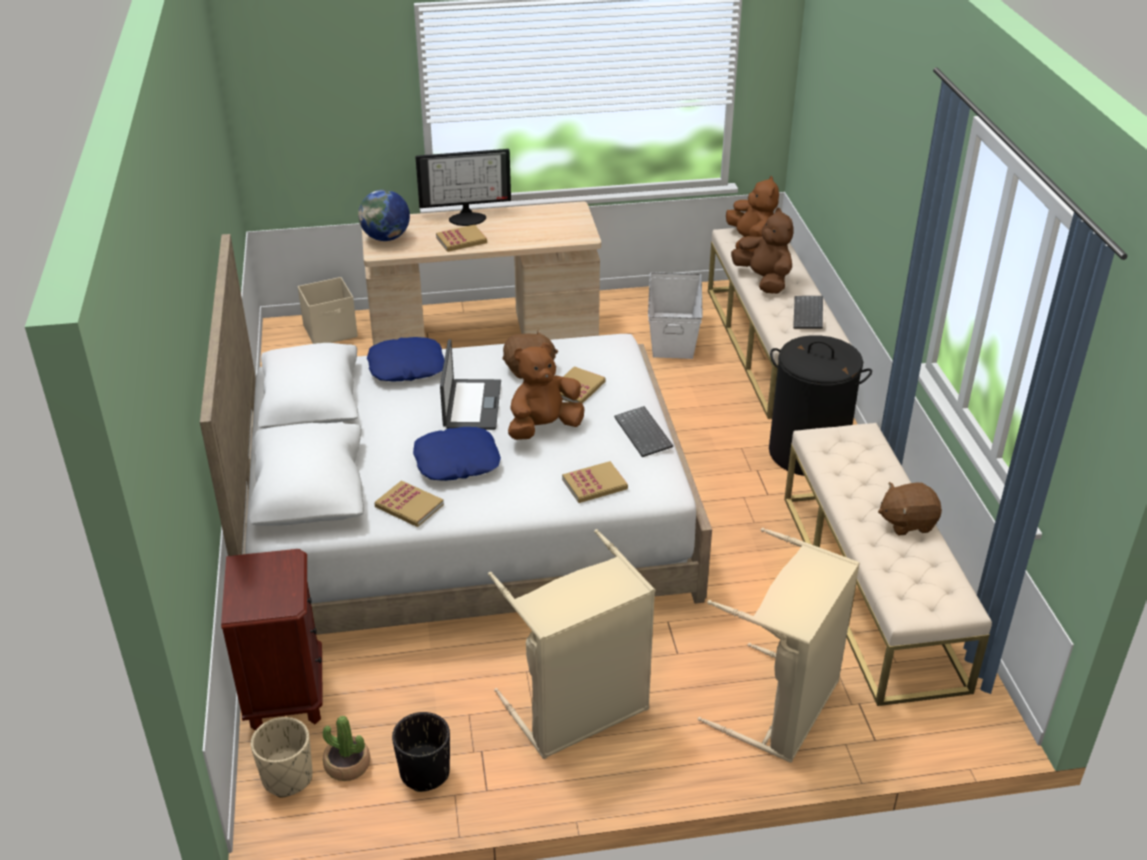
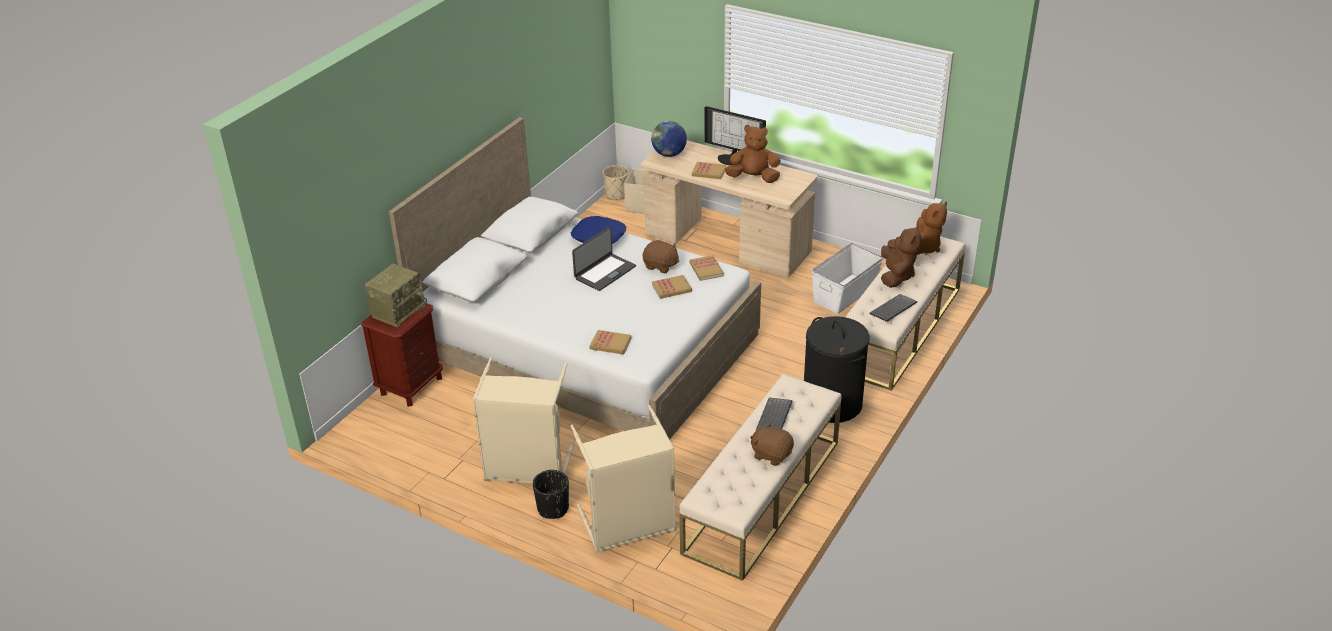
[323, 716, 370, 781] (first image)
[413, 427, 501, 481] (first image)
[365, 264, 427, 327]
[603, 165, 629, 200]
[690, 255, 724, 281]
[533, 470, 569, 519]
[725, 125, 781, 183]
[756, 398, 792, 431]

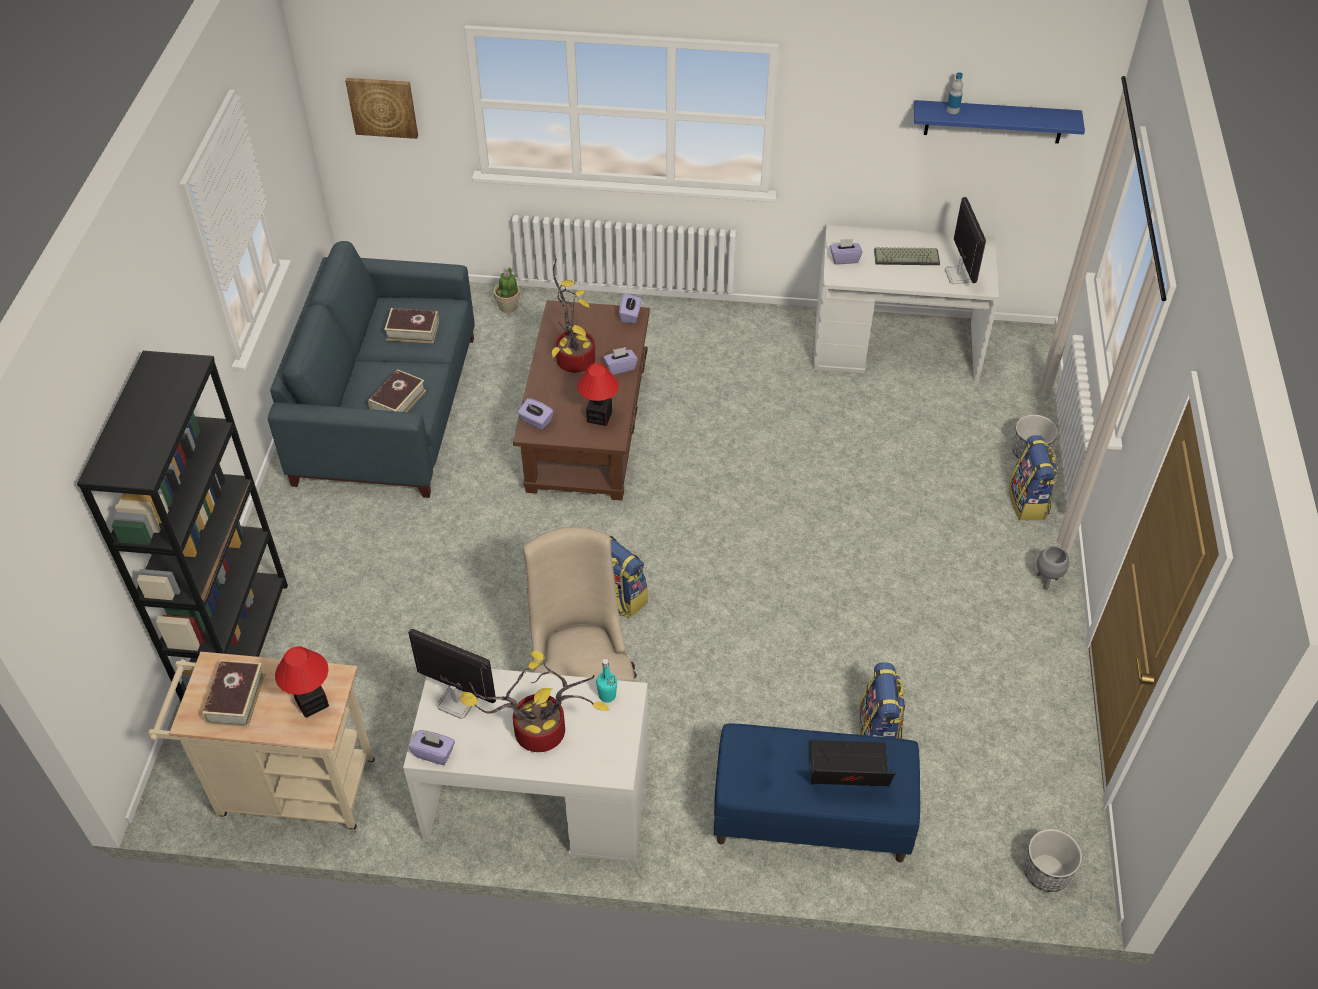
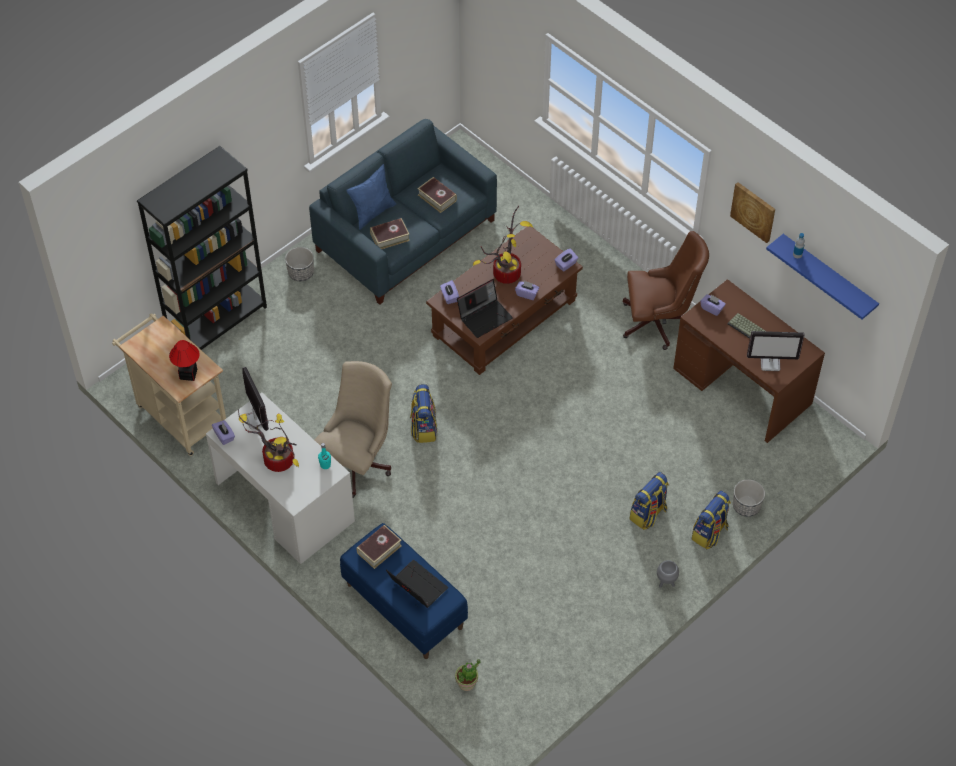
[346, 164, 396, 230]
[623, 231, 709, 350]
[357, 525, 402, 569]
[730, 182, 775, 243]
[455, 659, 480, 691]
[630, 472, 669, 530]
[285, 247, 314, 281]
[457, 279, 513, 338]
[673, 279, 825, 443]
[747, 331, 805, 371]

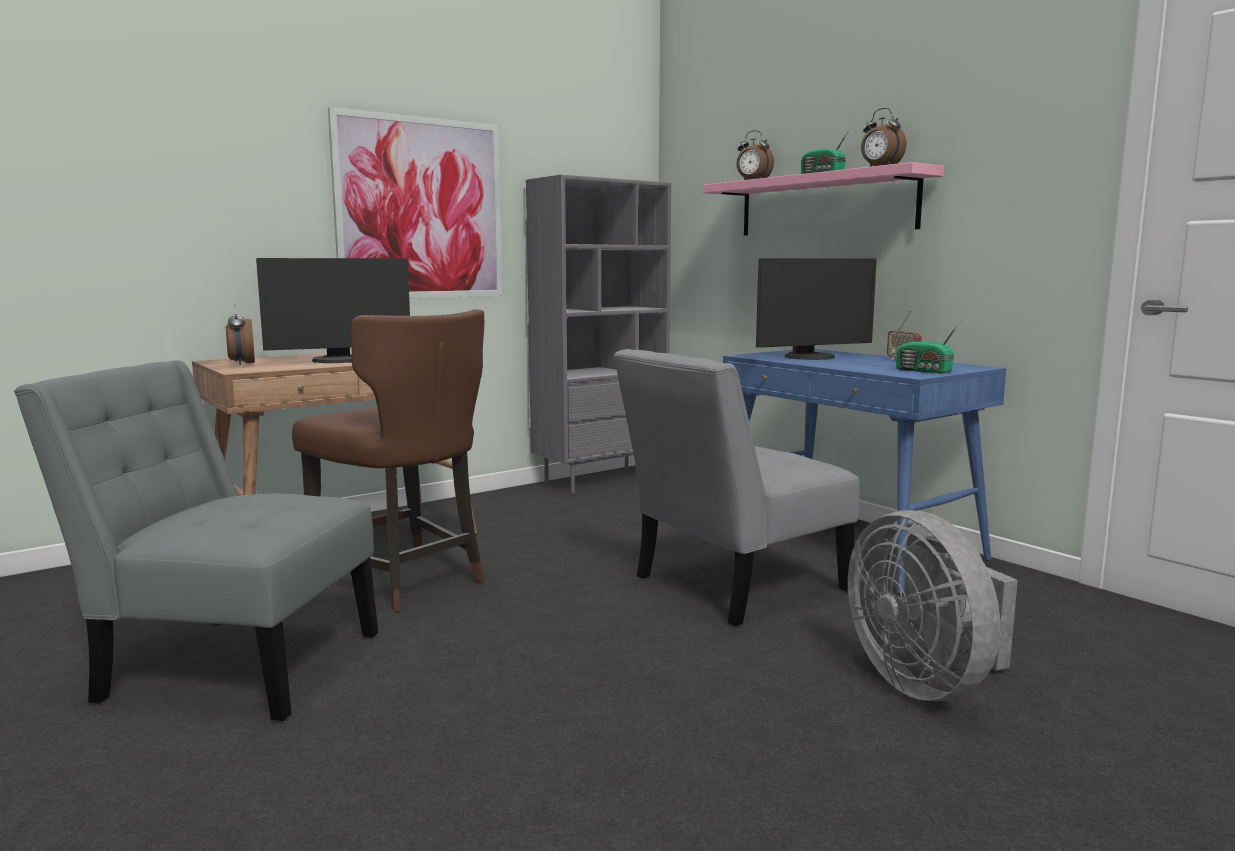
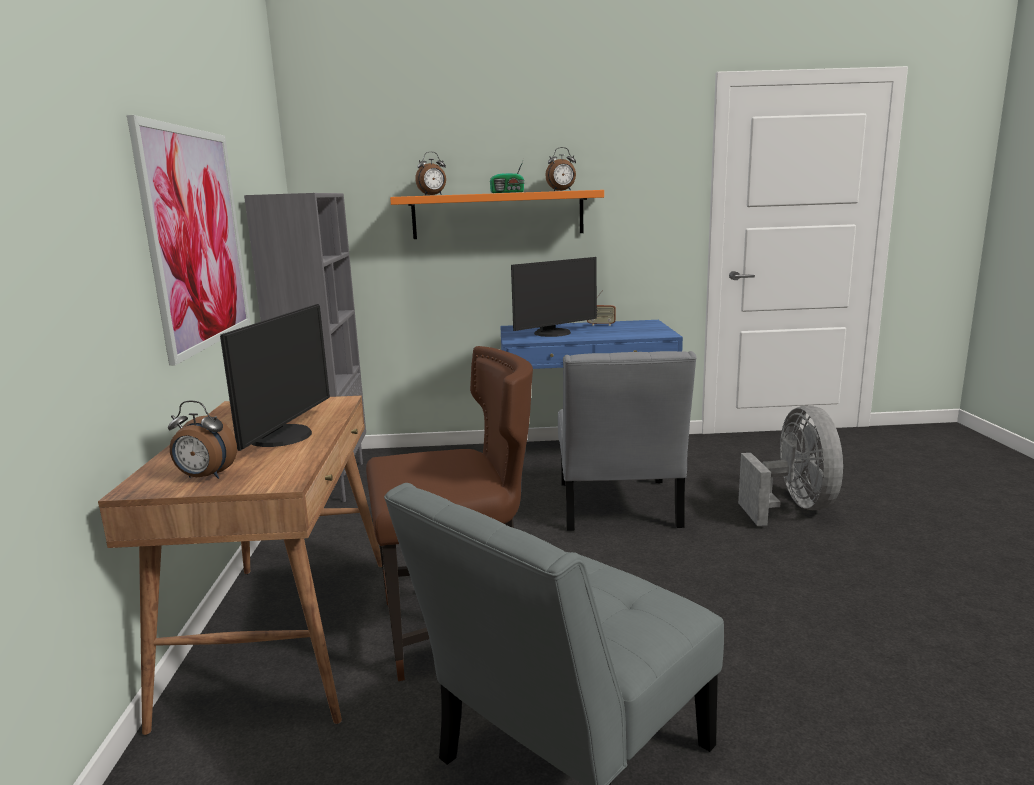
[896, 320, 961, 374] (first image)
[390, 190, 604, 239]
[511, 257, 597, 337]
[738, 405, 843, 526]

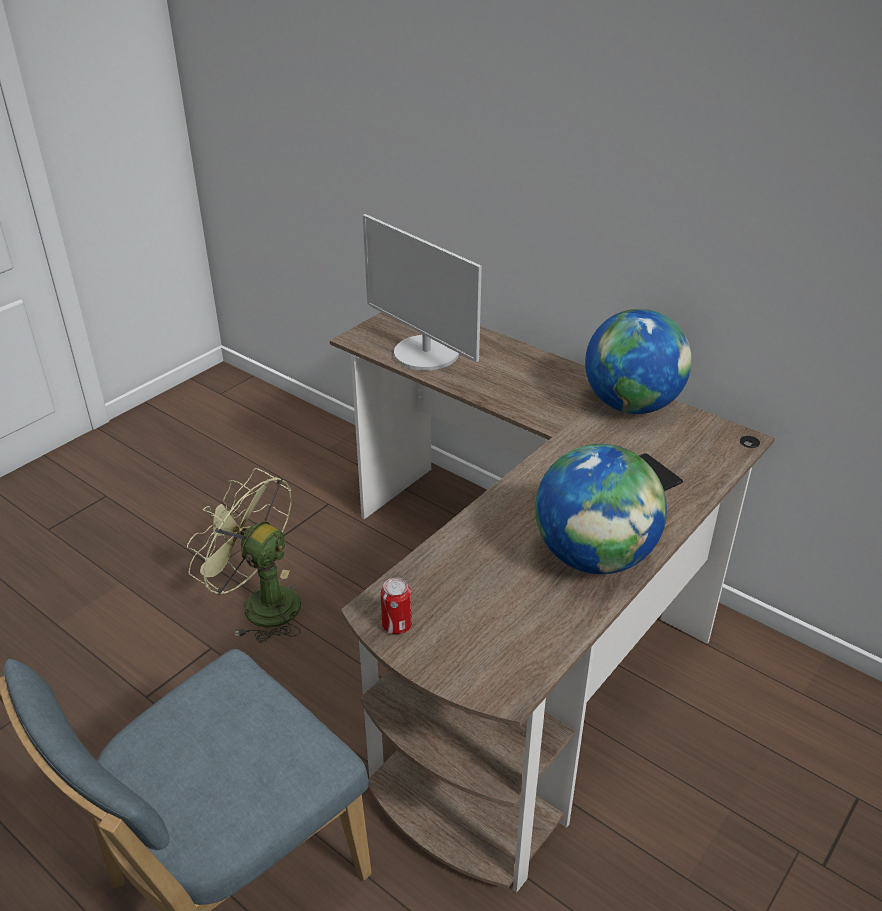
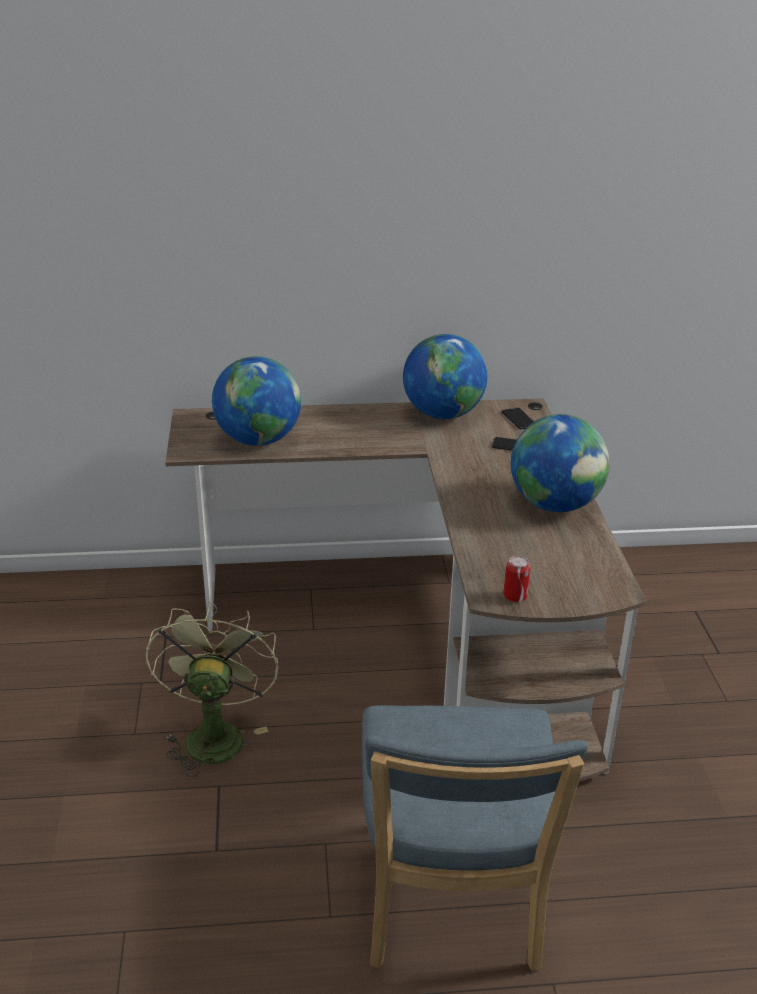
[501, 408, 534, 429]
[212, 356, 301, 446]
[146, 602, 279, 777]

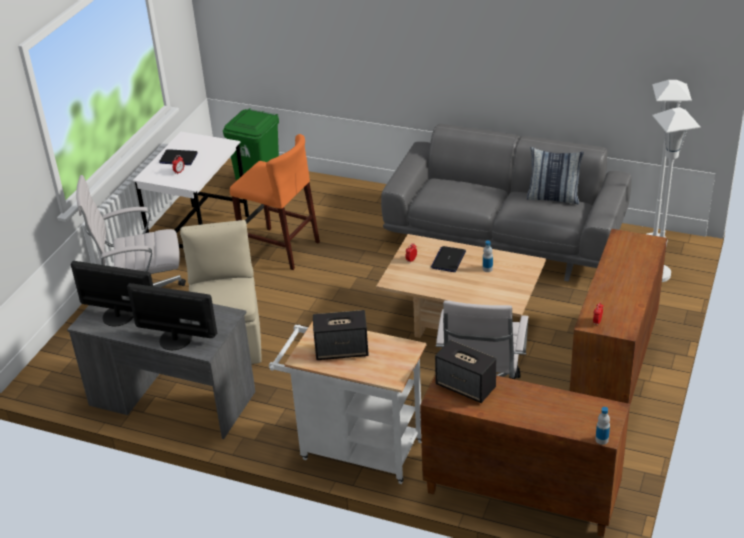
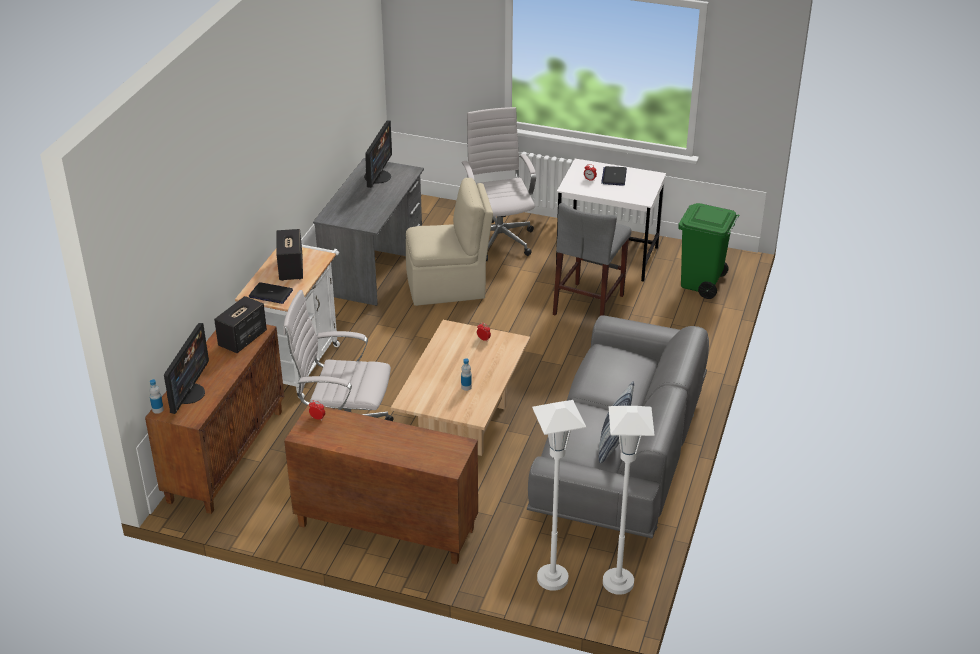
[164, 323, 209, 414]
[249, 282, 293, 304]
[553, 203, 631, 316]

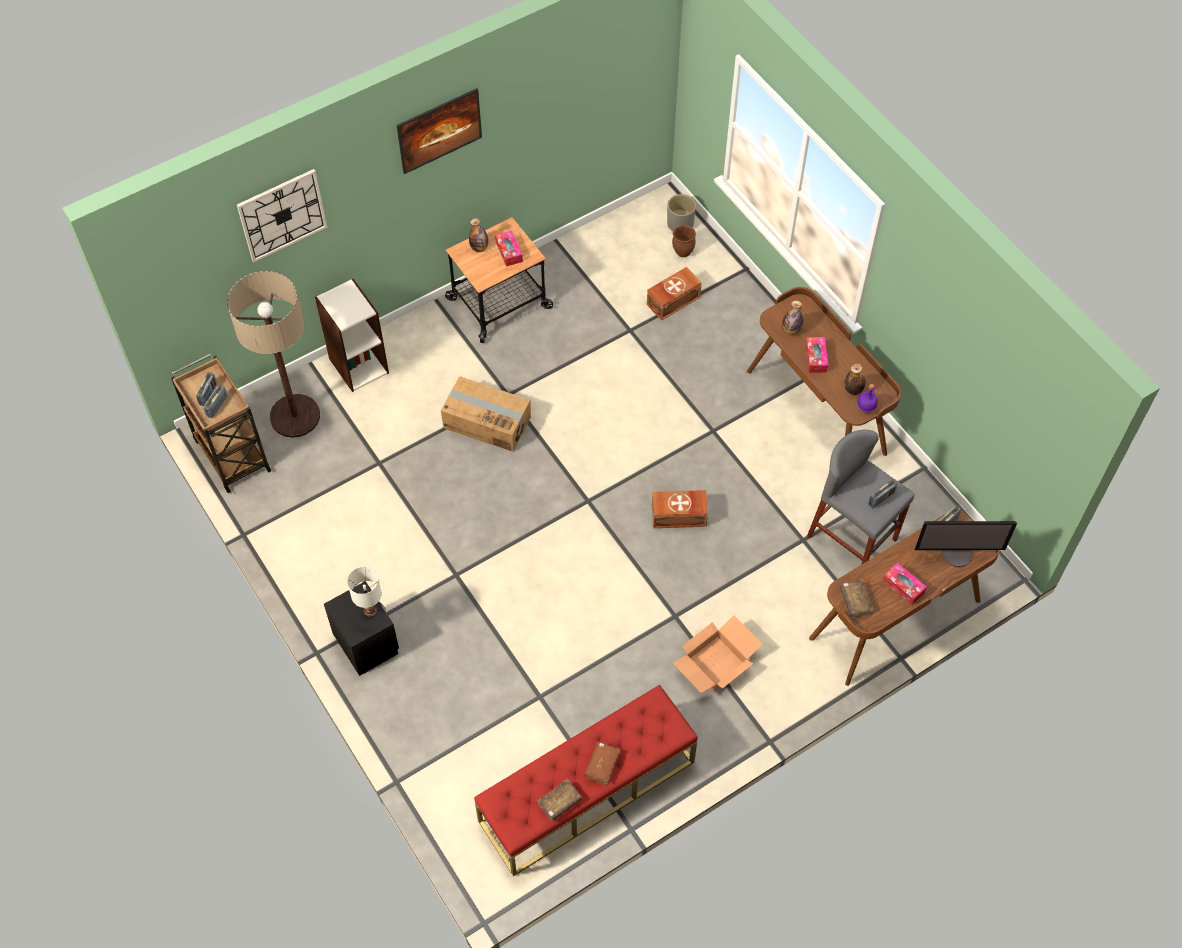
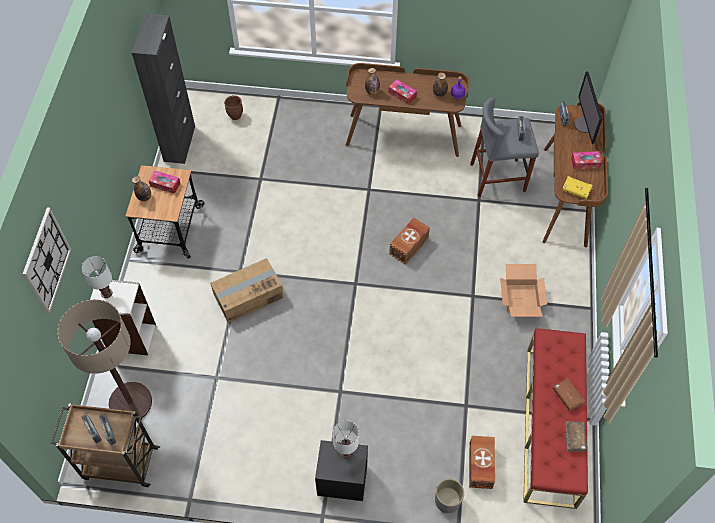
[396, 88, 482, 174] (first image)
[81, 256, 112, 298]
[132, 13, 195, 164]
[469, 436, 495, 489]
[435, 479, 464, 513]
[562, 176, 593, 199]
[574, 71, 602, 144]

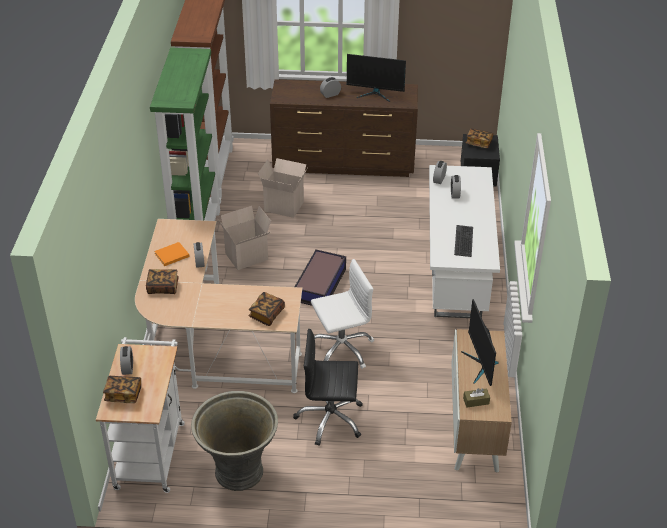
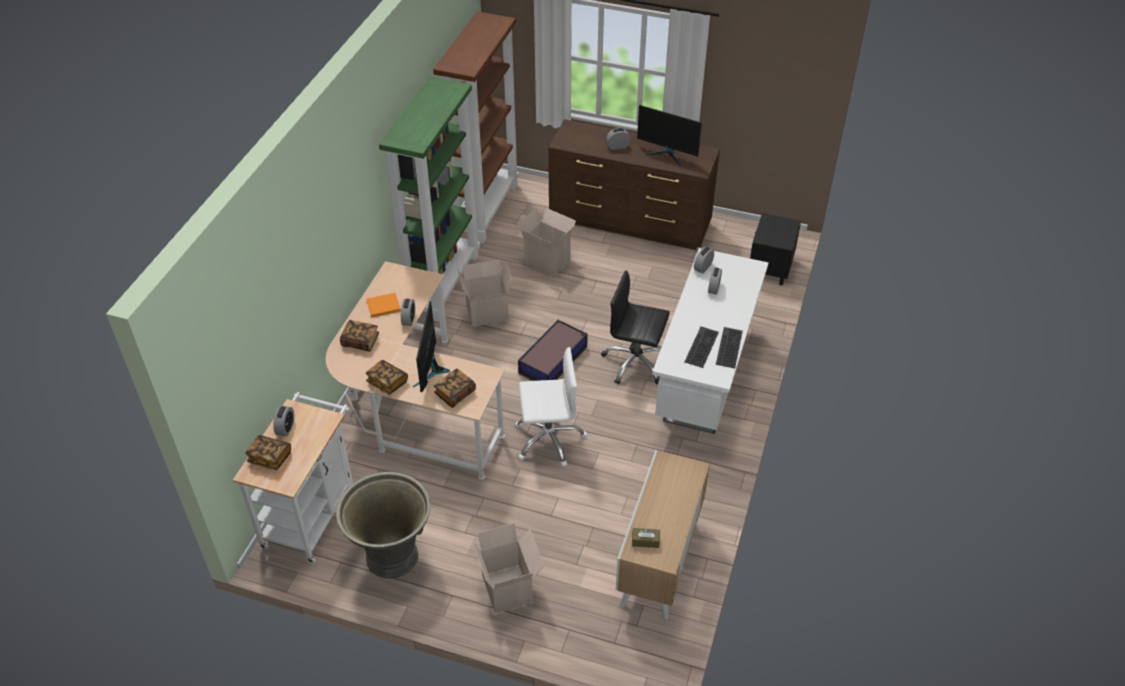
[473, 523, 544, 613]
[716, 327, 743, 369]
[601, 270, 670, 384]
[412, 301, 450, 392]
[366, 360, 408, 395]

